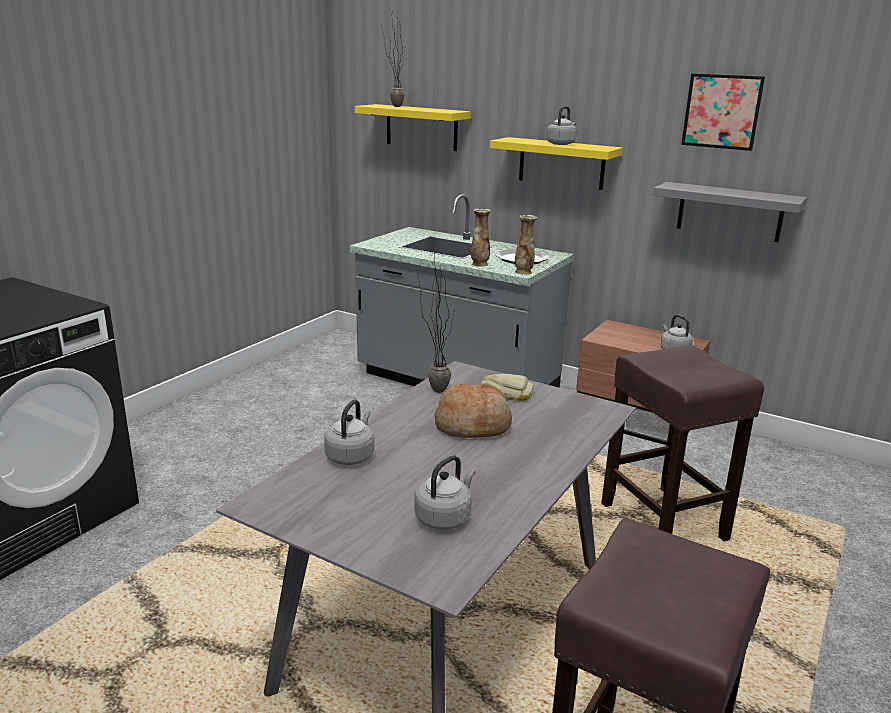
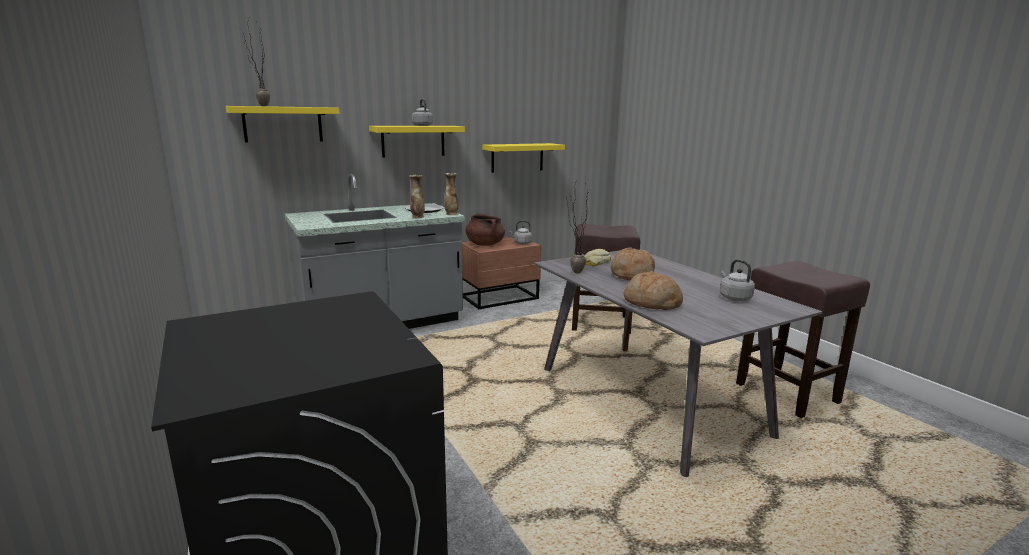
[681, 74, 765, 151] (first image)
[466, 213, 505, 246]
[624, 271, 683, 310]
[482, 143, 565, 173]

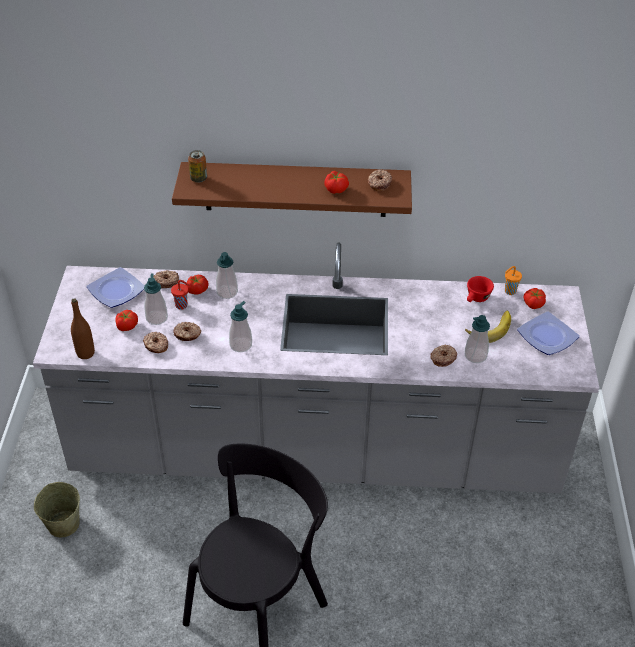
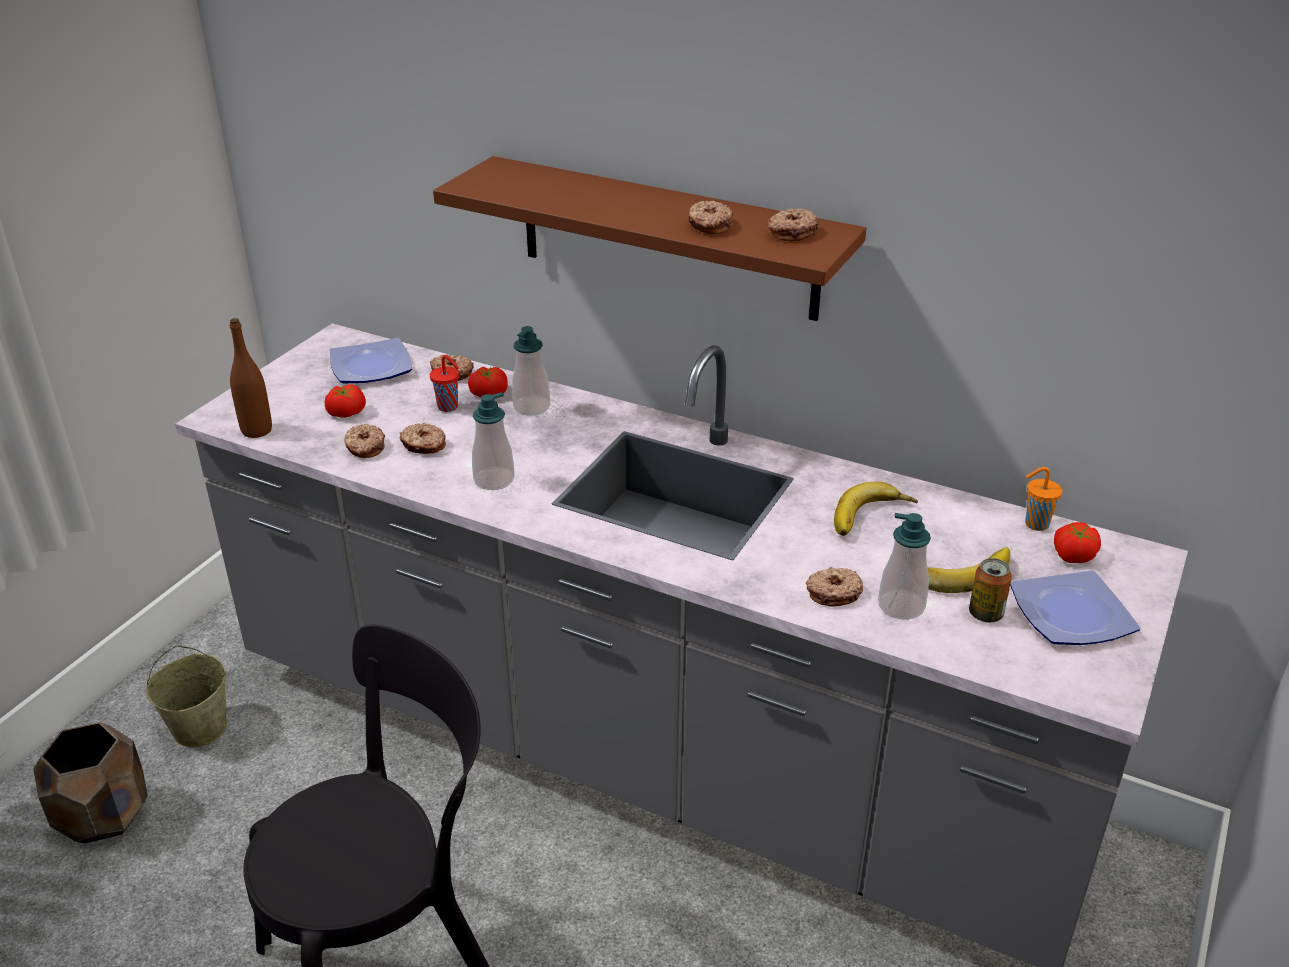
[144, 273, 168, 325] (first image)
[467, 276, 494, 302] (first image)
[33, 722, 148, 844]
[834, 482, 918, 536]
[969, 558, 1012, 623]
[688, 201, 733, 234]

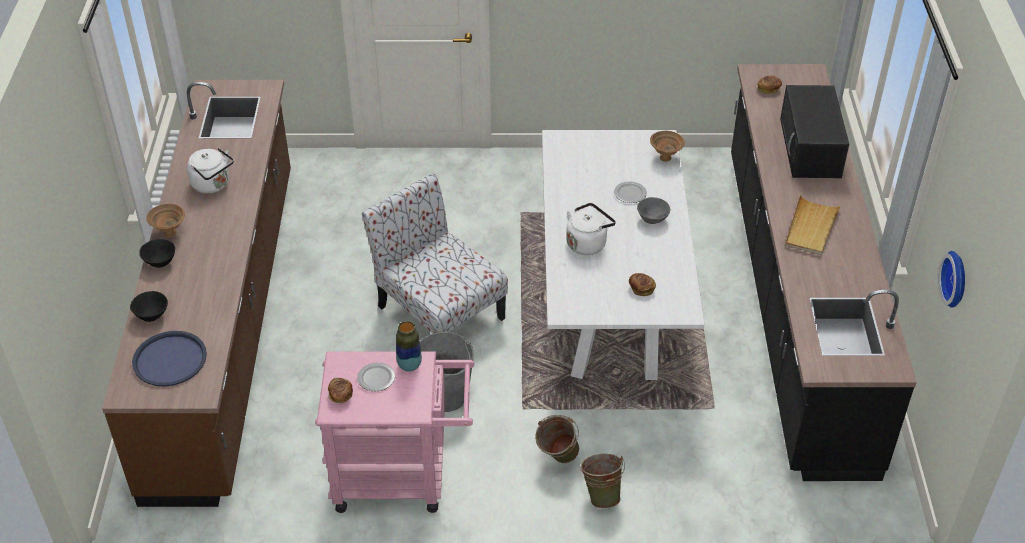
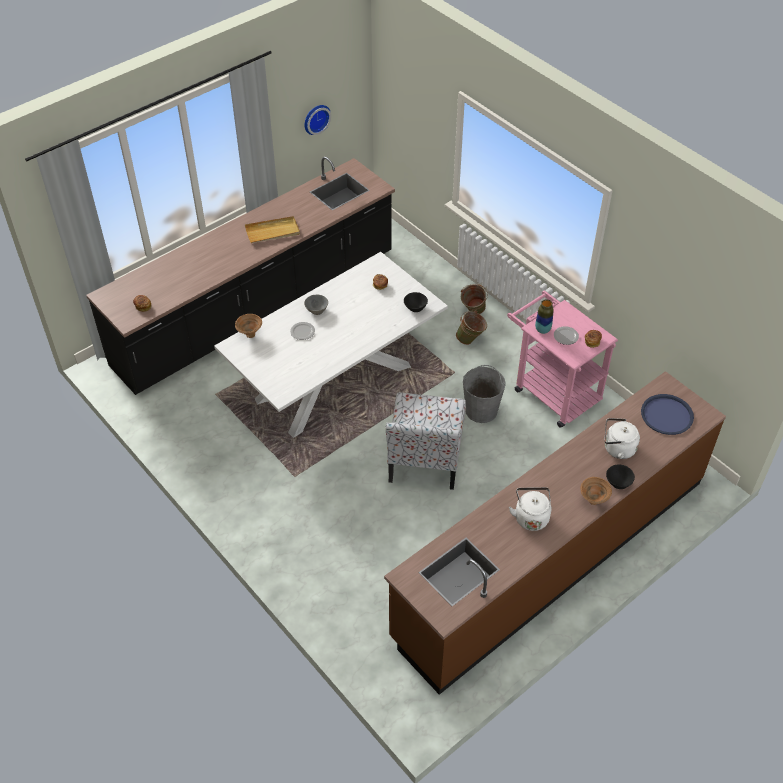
[780, 85, 849, 178] (first image)
[404, 292, 428, 312]
[604, 418, 640, 459]

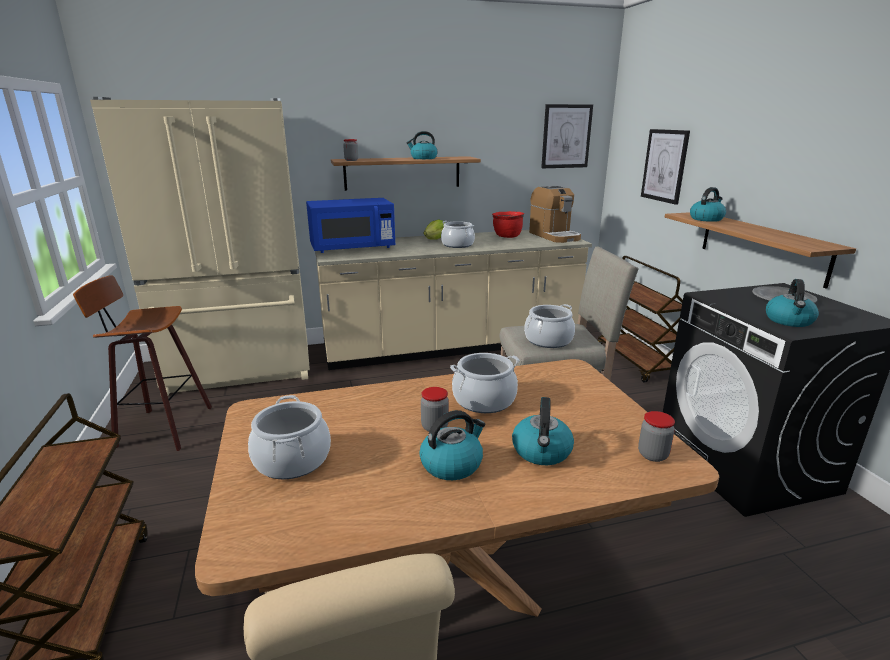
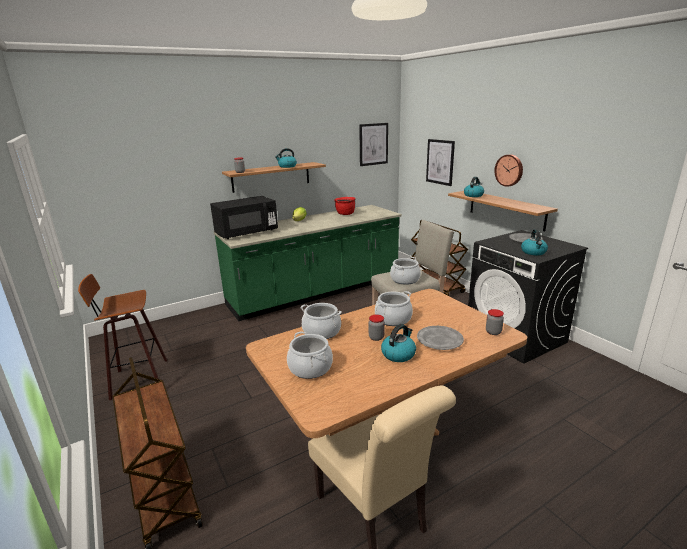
[90, 97, 310, 396] (first image)
[529, 186, 581, 243] (first image)
[494, 154, 523, 187]
[301, 303, 342, 339]
[417, 326, 464, 350]
[210, 196, 278, 239]
[214, 205, 402, 321]

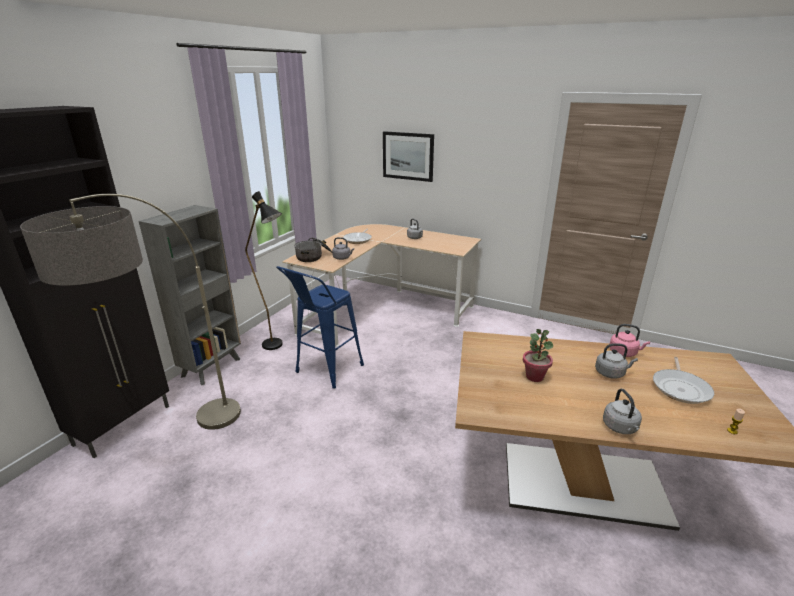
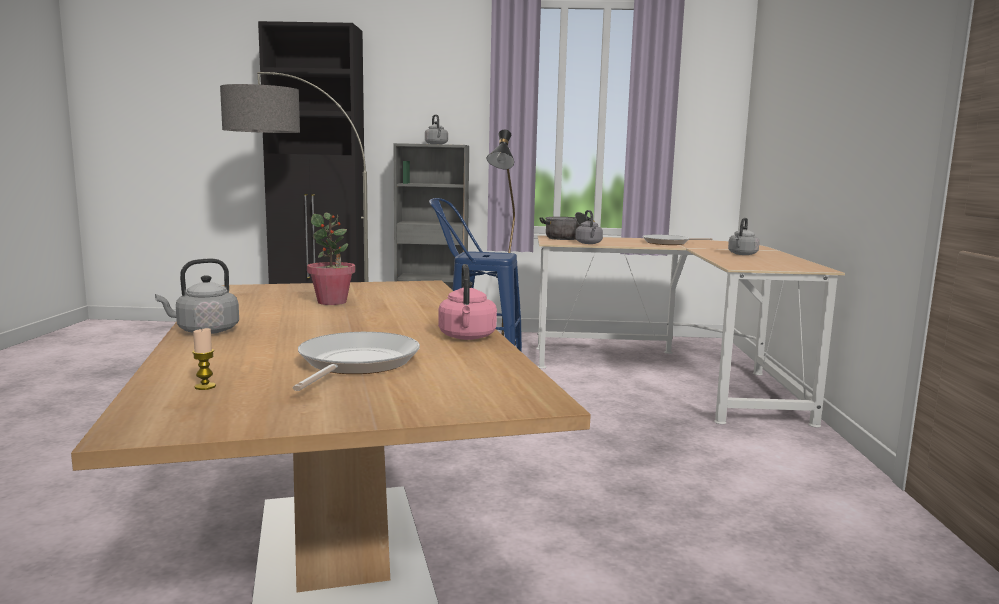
[383, 131, 434, 182] (first image)
[425, 115, 448, 144]
[293, 332, 420, 391]

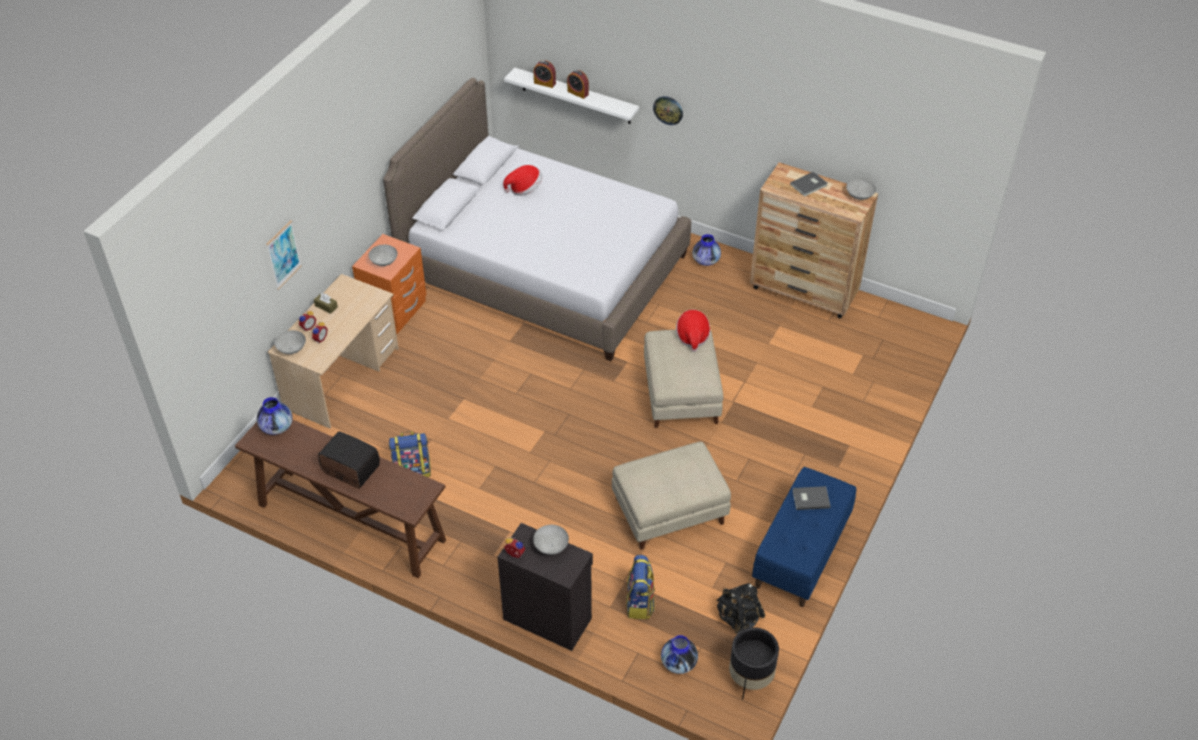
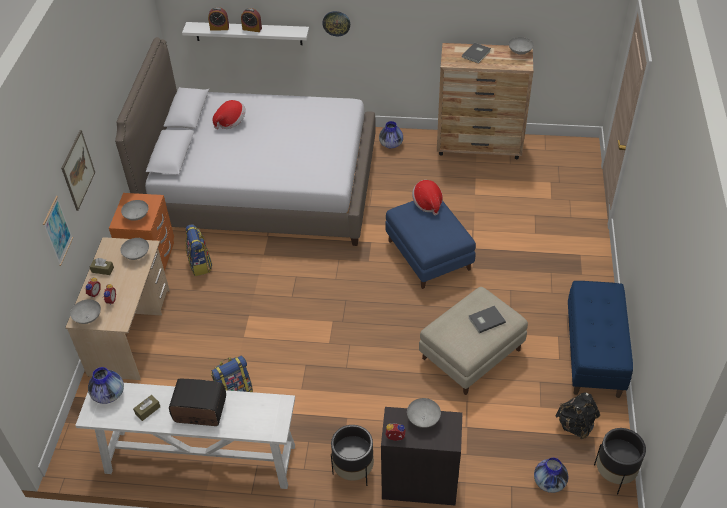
[61, 130, 95, 211]
[120, 238, 149, 260]
[133, 395, 160, 421]
[331, 425, 374, 486]
[185, 224, 213, 276]
[469, 306, 506, 333]
[75, 383, 295, 489]
[385, 201, 476, 289]

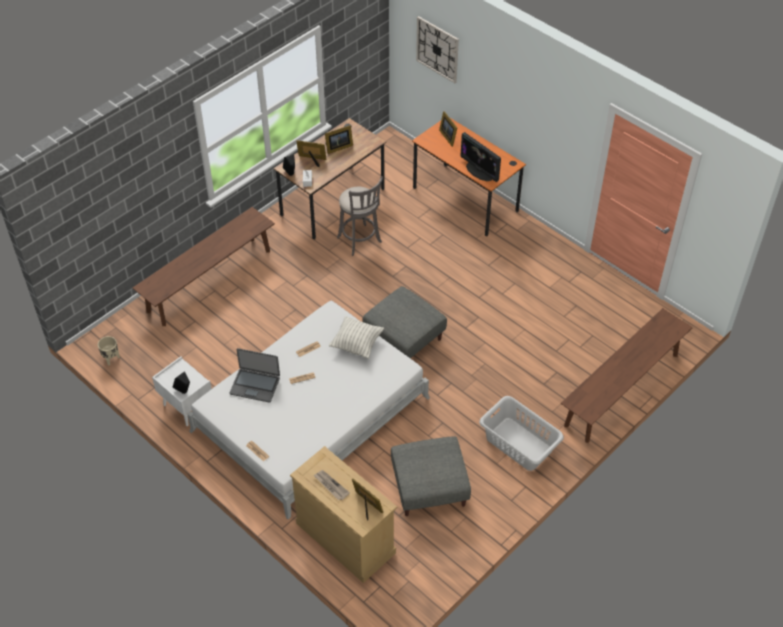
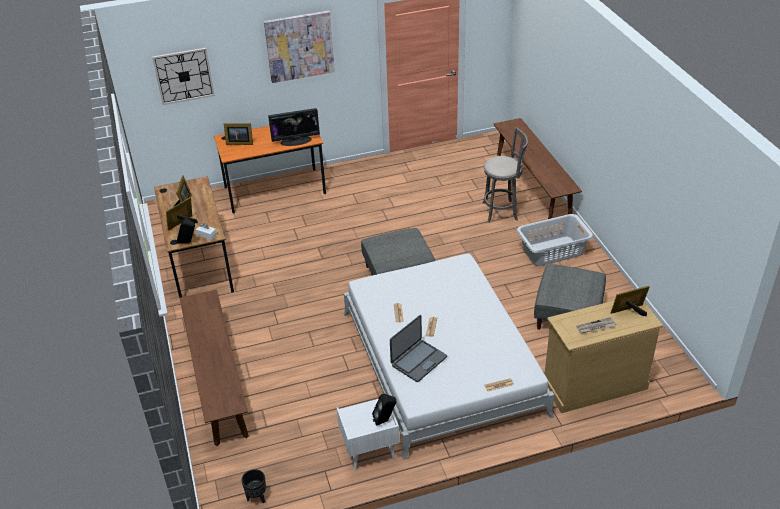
[329, 316, 384, 359] (first image)
[264, 11, 335, 83]
[483, 127, 528, 223]
[242, 469, 266, 503]

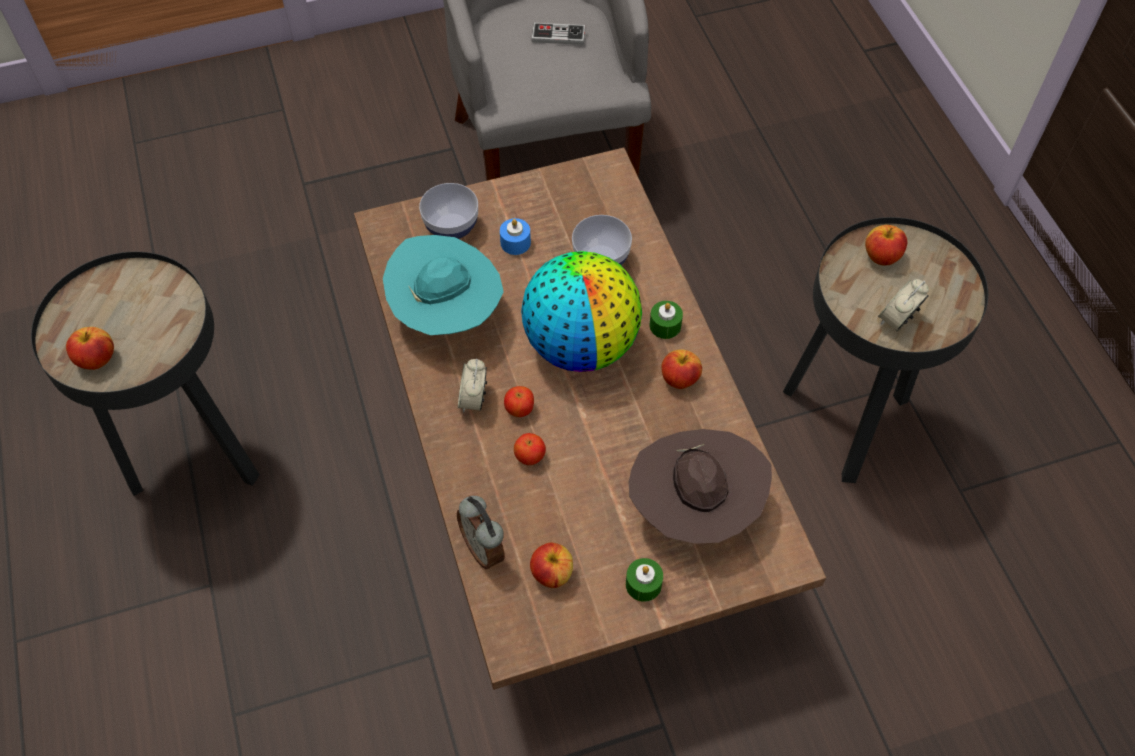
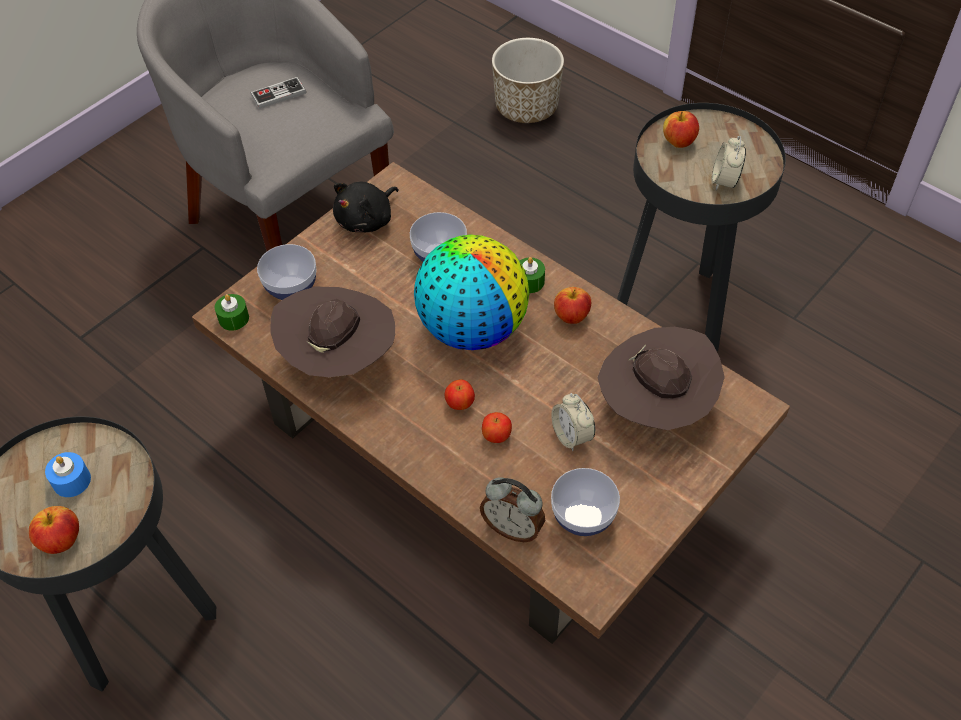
[333, 182, 398, 232]
[492, 38, 564, 123]
[551, 393, 595, 451]
[45, 452, 91, 497]
[215, 294, 249, 331]
[551, 468, 620, 536]
[270, 287, 395, 377]

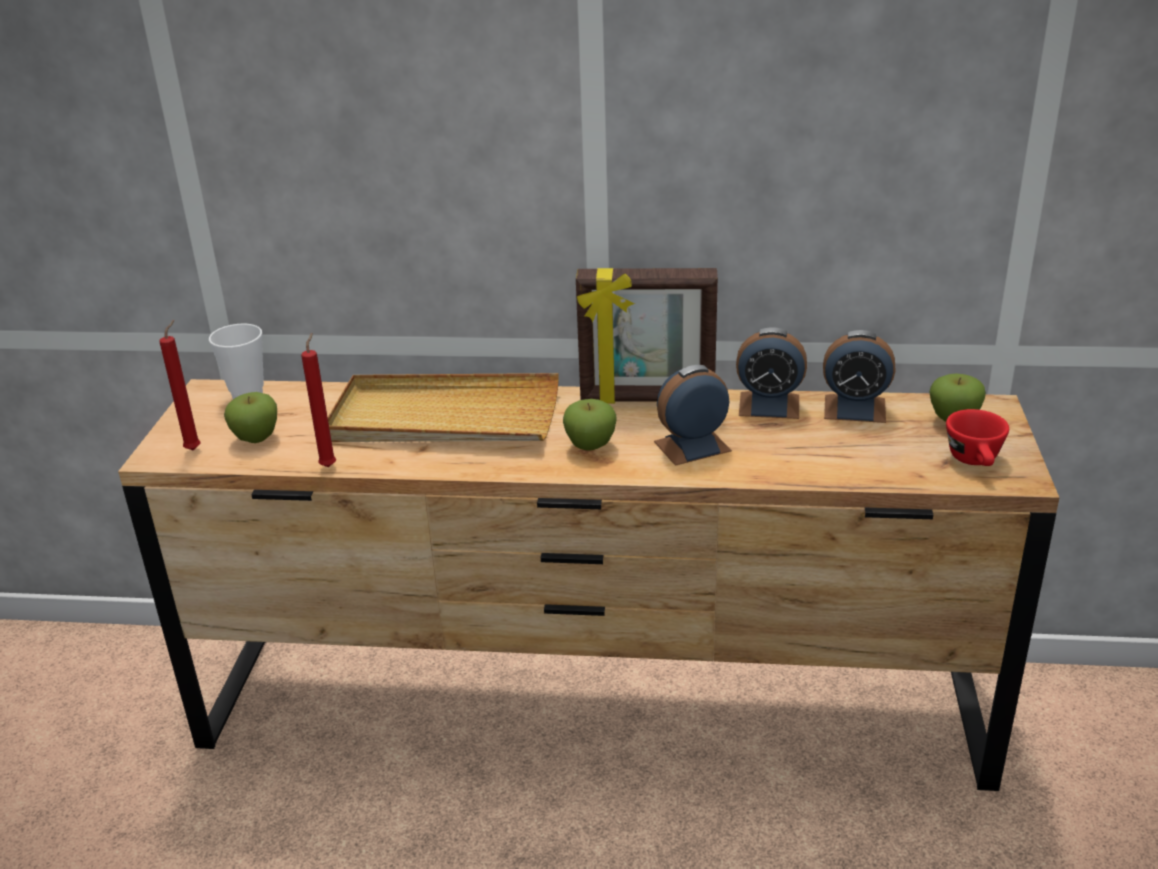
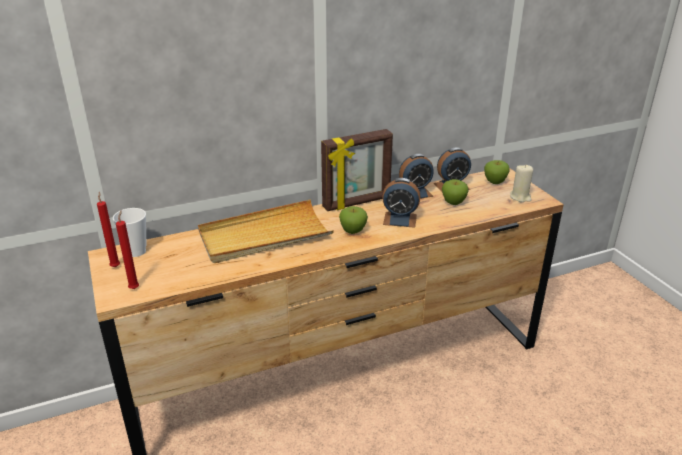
[442, 179, 469, 205]
[97, 192, 120, 267]
[510, 164, 533, 202]
[382, 178, 421, 228]

